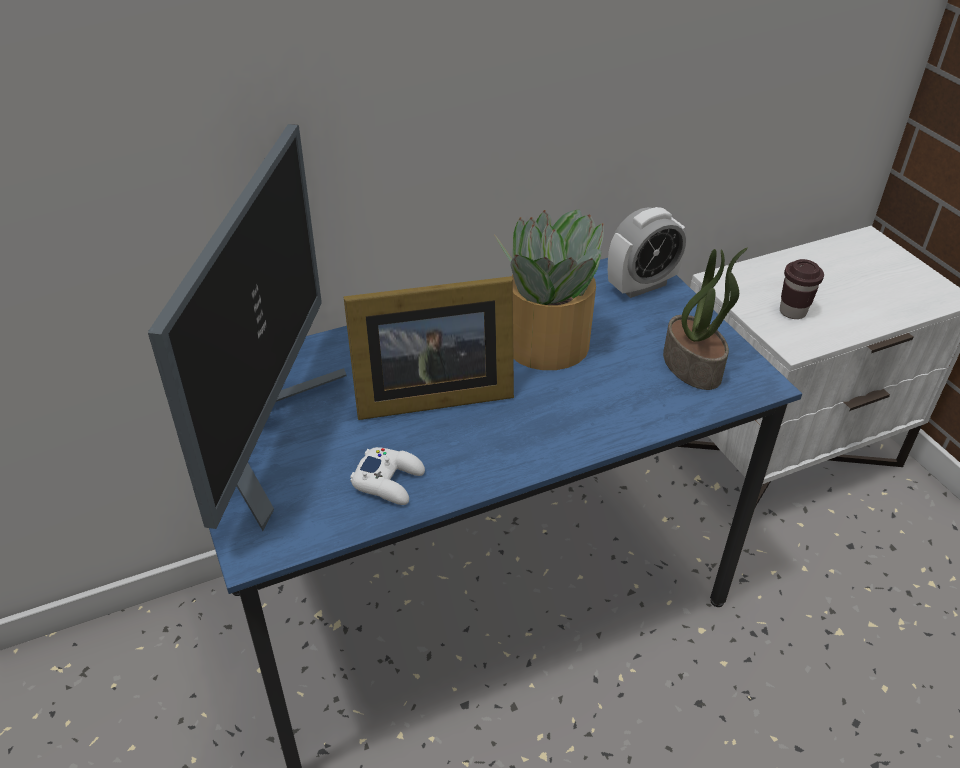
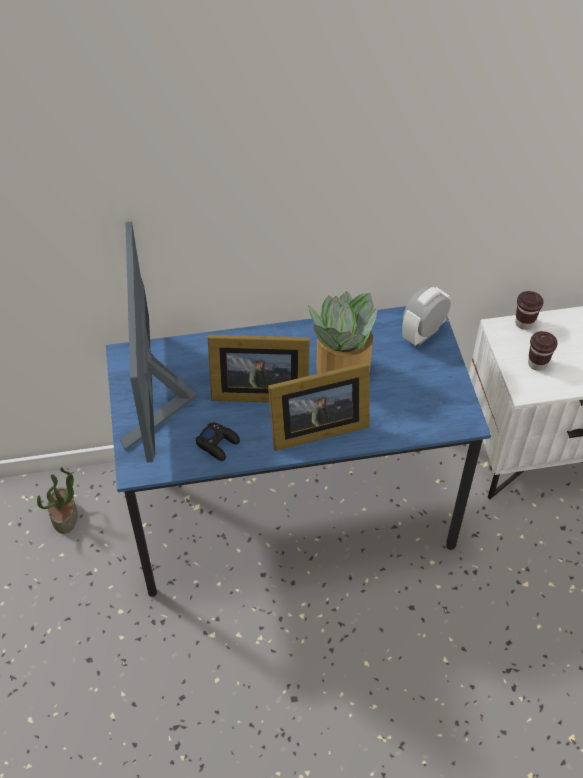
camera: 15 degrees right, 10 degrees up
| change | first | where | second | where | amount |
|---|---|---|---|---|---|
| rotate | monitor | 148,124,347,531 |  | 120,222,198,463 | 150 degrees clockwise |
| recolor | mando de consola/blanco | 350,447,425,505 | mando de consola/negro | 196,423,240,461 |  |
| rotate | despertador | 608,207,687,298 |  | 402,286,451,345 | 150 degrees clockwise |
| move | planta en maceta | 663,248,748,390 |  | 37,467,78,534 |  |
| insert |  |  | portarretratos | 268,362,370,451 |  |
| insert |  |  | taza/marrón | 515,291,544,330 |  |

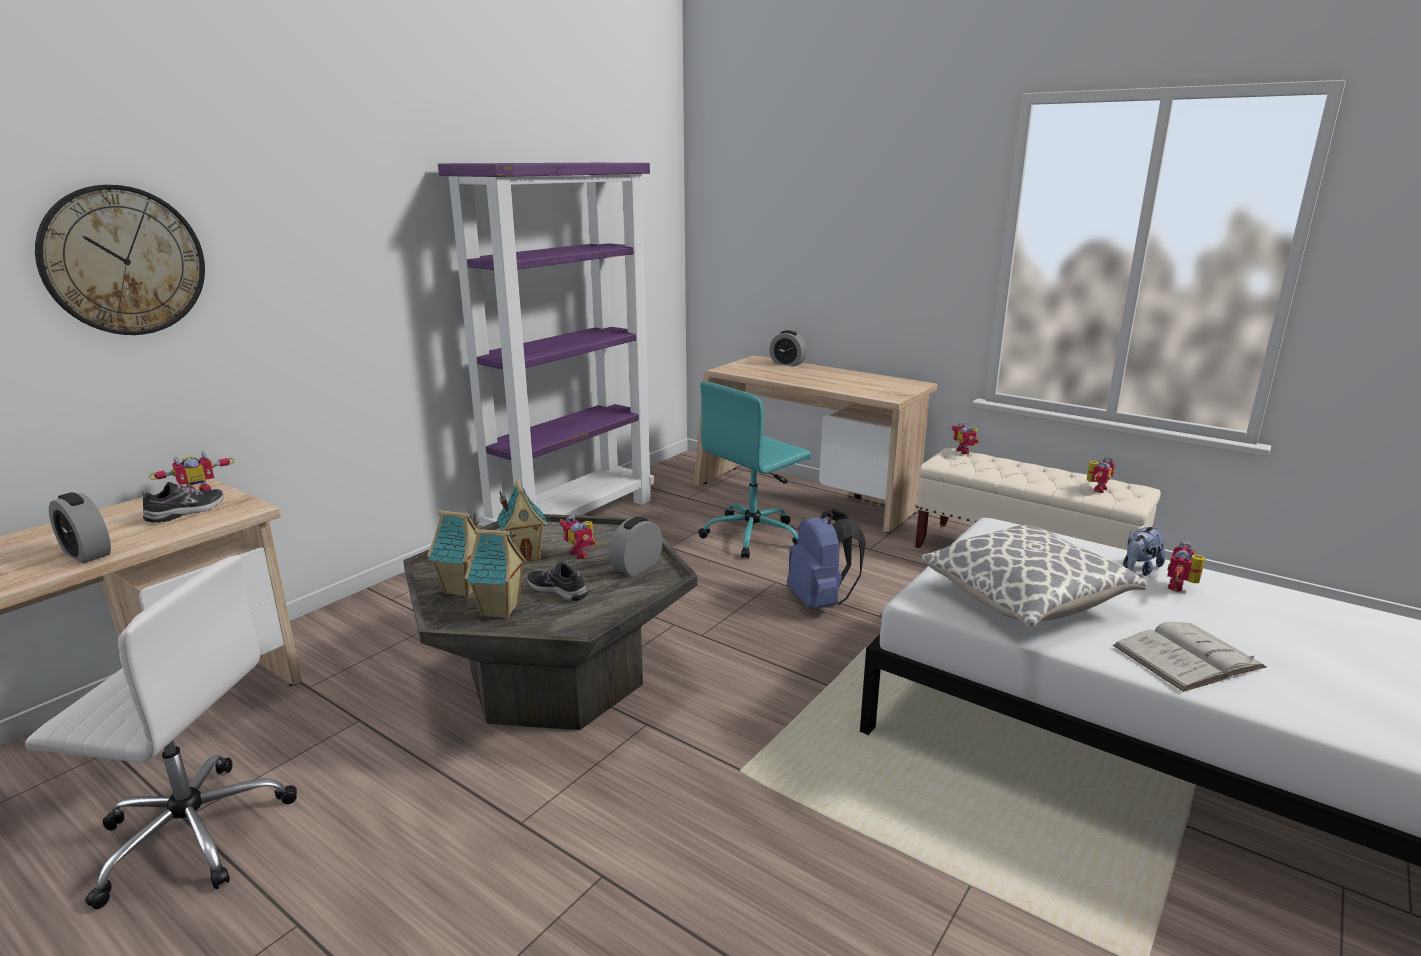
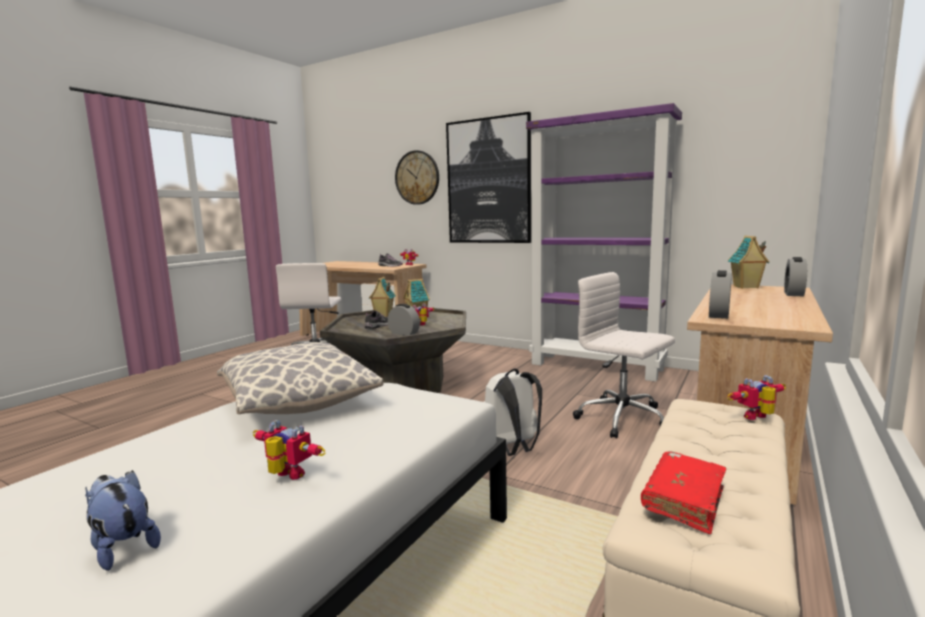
camera: 85 degrees right, 10 degrees down
| change | first | where | second | where | amount |
|---|---|---|---|---|---|
| move | despertador | 49,492,111,563 |  | 709,270,732,319 |  |
| move | casita | 465,529,526,619 |  | 728,235,769,289 |  |
| recolor | silla de oficina/turquesa | 698,382,811,558 | silla de oficina/blanco | 573,272,675,439 |  |
| recolor | mochila/azul | 787,509,866,609 | mochila/blanco | 484,368,542,456 |  |
| replace | robot de juguete | 1087,456,1115,493 | libro/rojo | 641,451,726,534 |  |
| delete | libro/blanco | 1113,622,1267,692 |  |  |  |
| move | peluche | 1123,527,1165,576 |  | 85,470,161,571 |  |
| insert |  |  | cuadro | 446,112,531,243 |  |

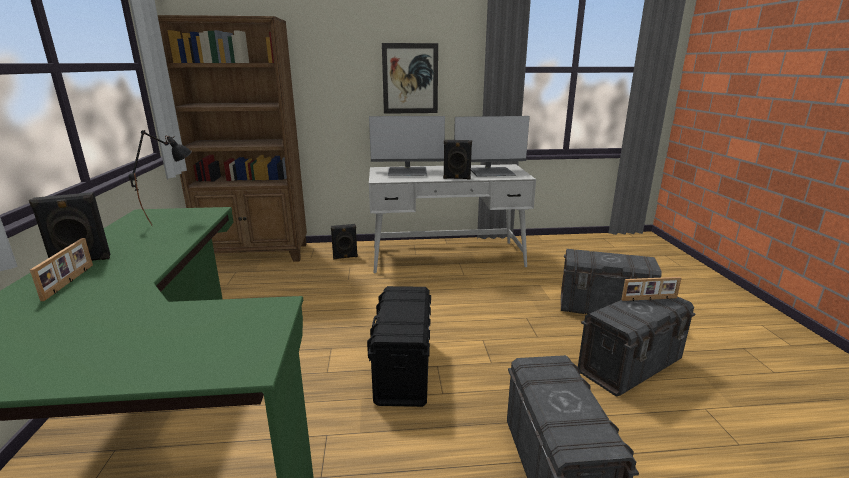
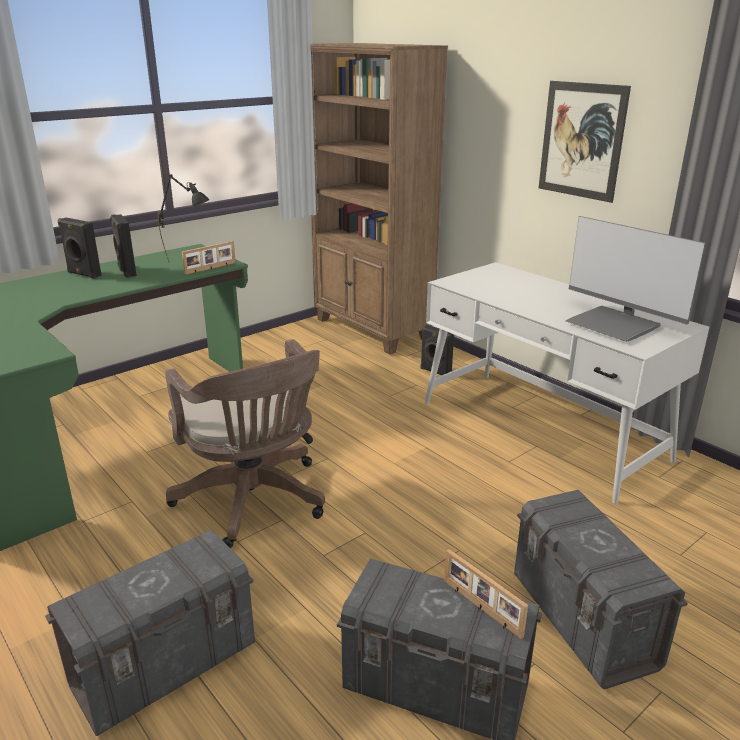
camera: 55 degrees right, 5 degrees up
| change | first | where | second | where | amount |
|---|---|---|---|---|---|
| move | portarretratos | 30,238,93,301 |  | 182,241,236,275 |  |
| replace | caja de almacenaje/negro | 367,286,431,407 | silla de oficina/marrón | 165,339,325,548 |  |
| delete | monitor | 369,116,445,176 |  |  |  |
| move | altavoz/negro | 443,140,472,179 |  | 110,214,137,278 |  |

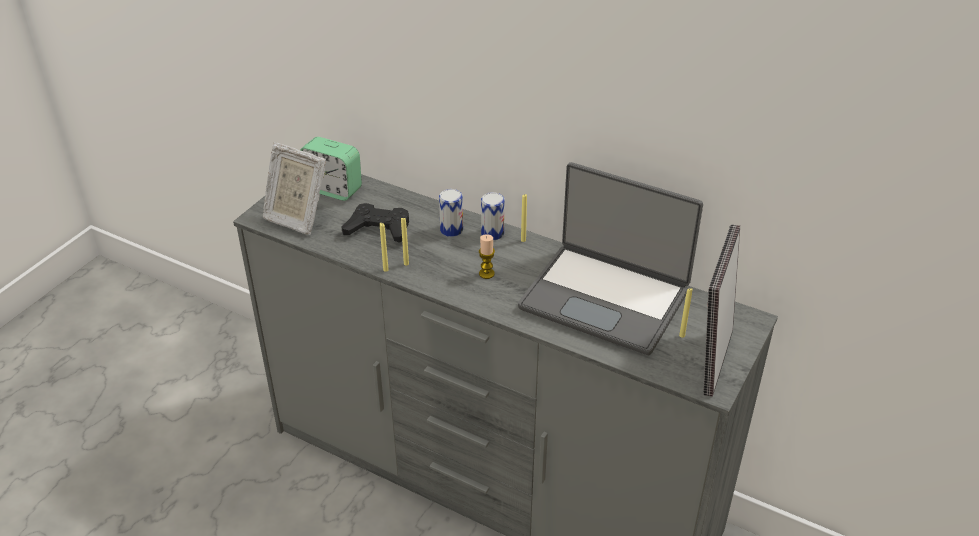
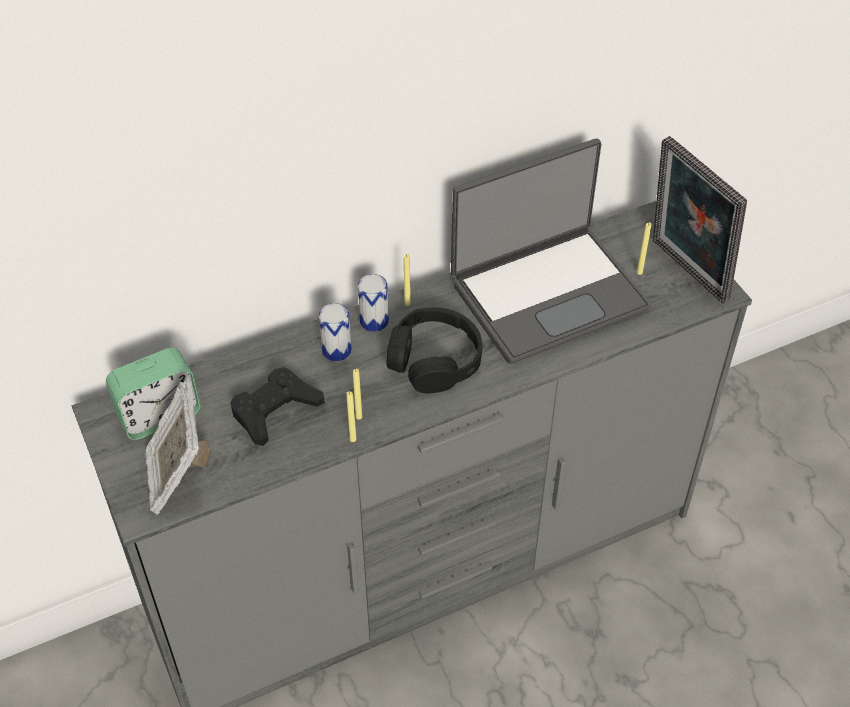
camera: 55 degrees left, 10 degrees up
| change | first | where | second | where | amount |
|---|---|---|---|---|---|
| rotate | portarretratos | 262,142,326,235 |  | 145,378,211,514 | 105 degrees clockwise |
| replace | vela | 479,234,495,279 | auriculares/negro | 386,307,482,393 |  |

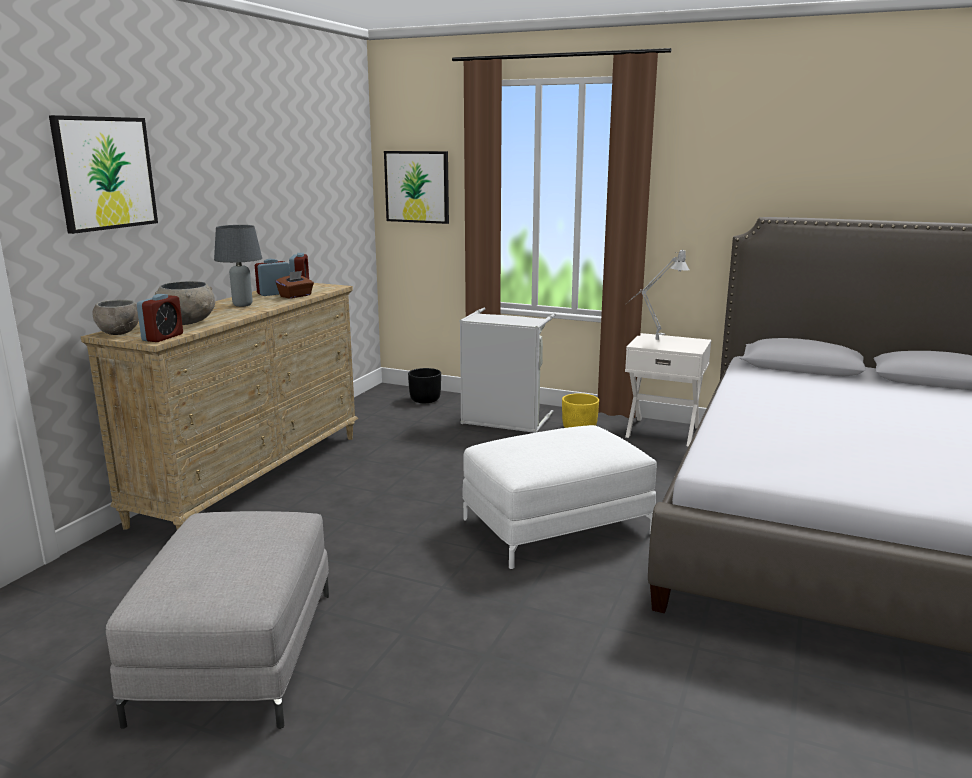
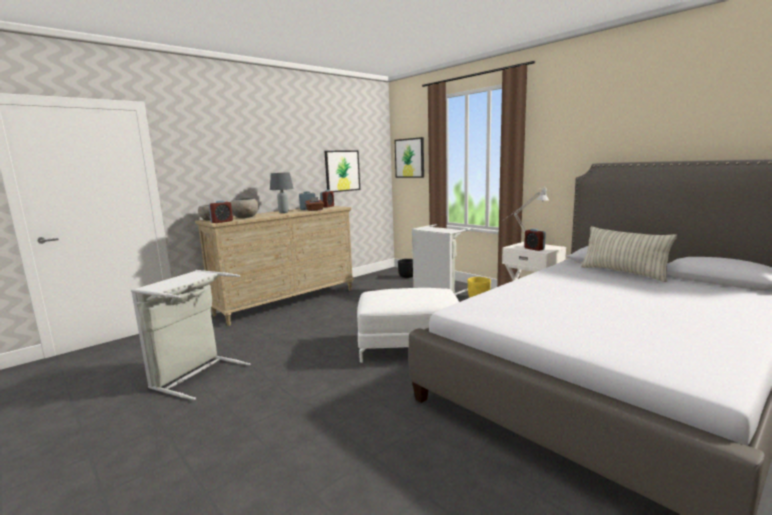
camera: 25 degrees right, 5 degrees down
| change | first | where | second | where | amount |
|---|---|---|---|---|---|
| move | cuadro | 49,115,158,234 |  | 324,150,360,192 |  |
| replace | puf/gris | 106,511,329,729 | cesto de la ropa/gris | 131,270,251,400 |  |
| insert |  |  | despertador | 524,229,546,251 |  |
| insert |  |  | cojín | 581,226,677,282 |  |

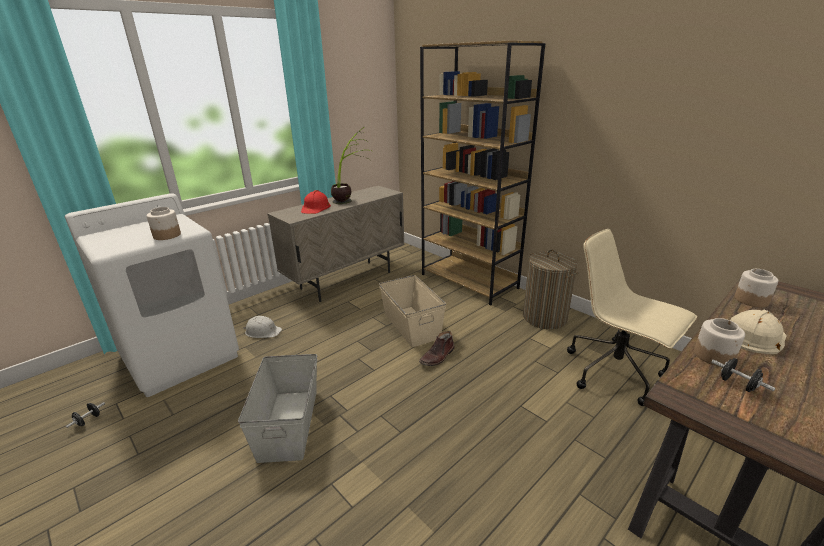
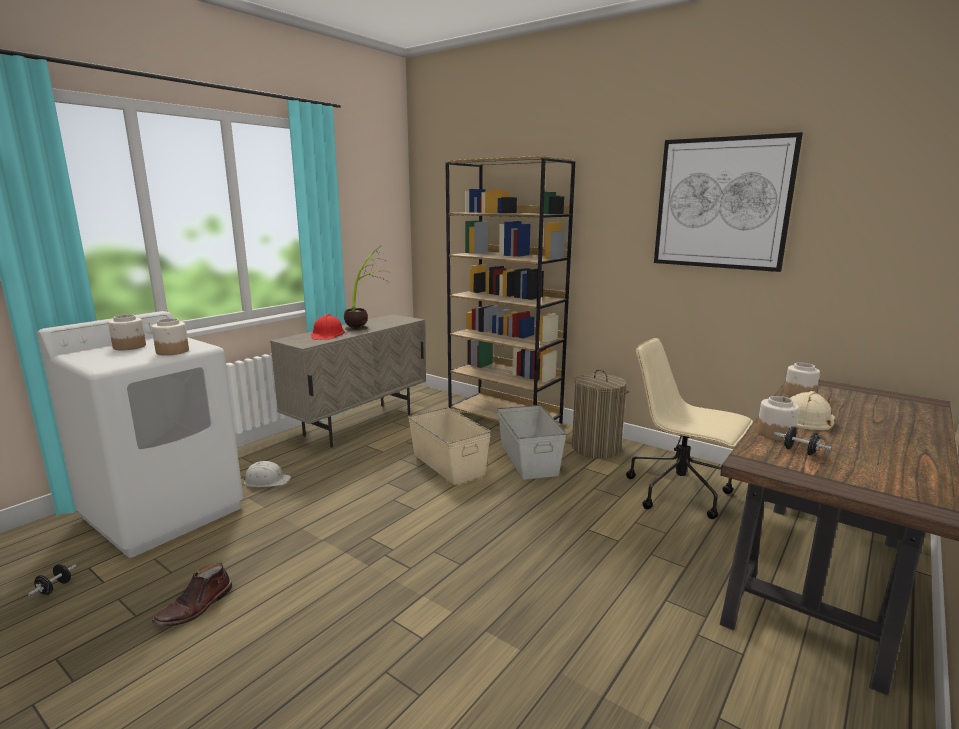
camera: 10 degrees left, 10 degrees down
| change | first | where | second | where | amount |
|---|---|---|---|---|---|
| move | caja de almacenaje/gris | 238,354,317,463 |  | 497,405,567,480 |  |
| move | bota/marrón | 419,331,455,366 |  | 152,562,232,626 |  |
| insert |  |  | tarro | 108,314,146,350 |  |
| insert |  |  | cuadro | 654,132,803,272 |  |

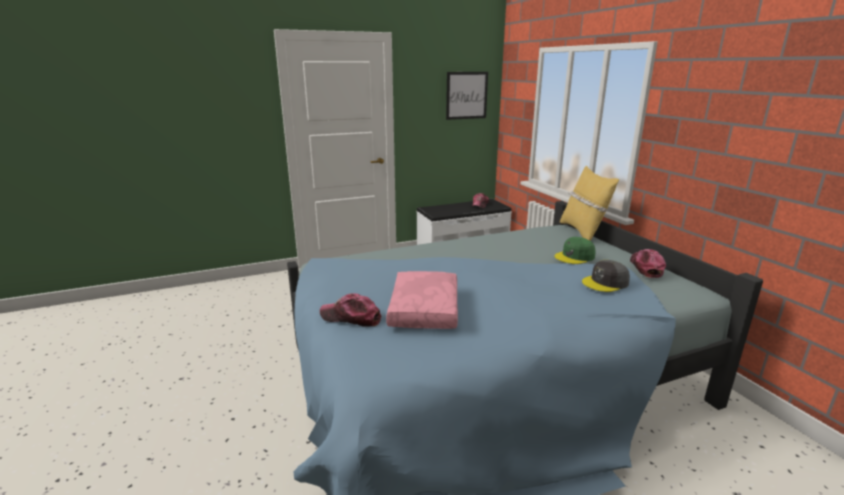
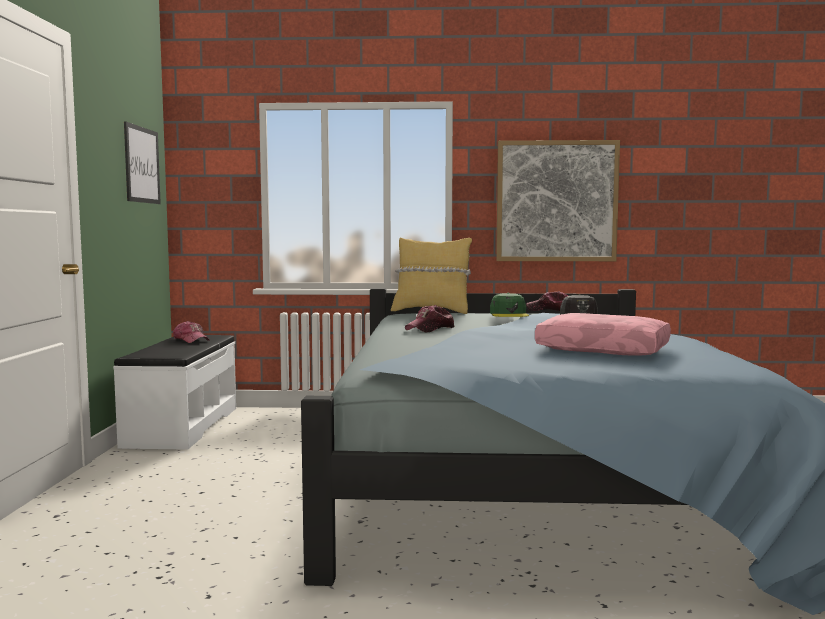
camera: 65 degrees left, 15 degrees down
| change | first | where | second | where | amount |
|---|---|---|---|---|---|
| move | gorra | 320,293,381,327 |  | 405,305,454,332 |  |
| insert |  |  | cuadro | 496,140,620,261 |  |

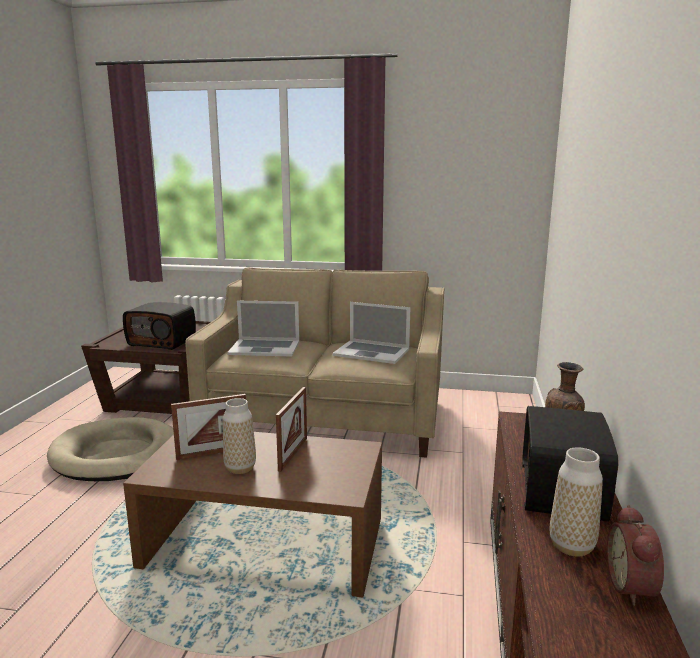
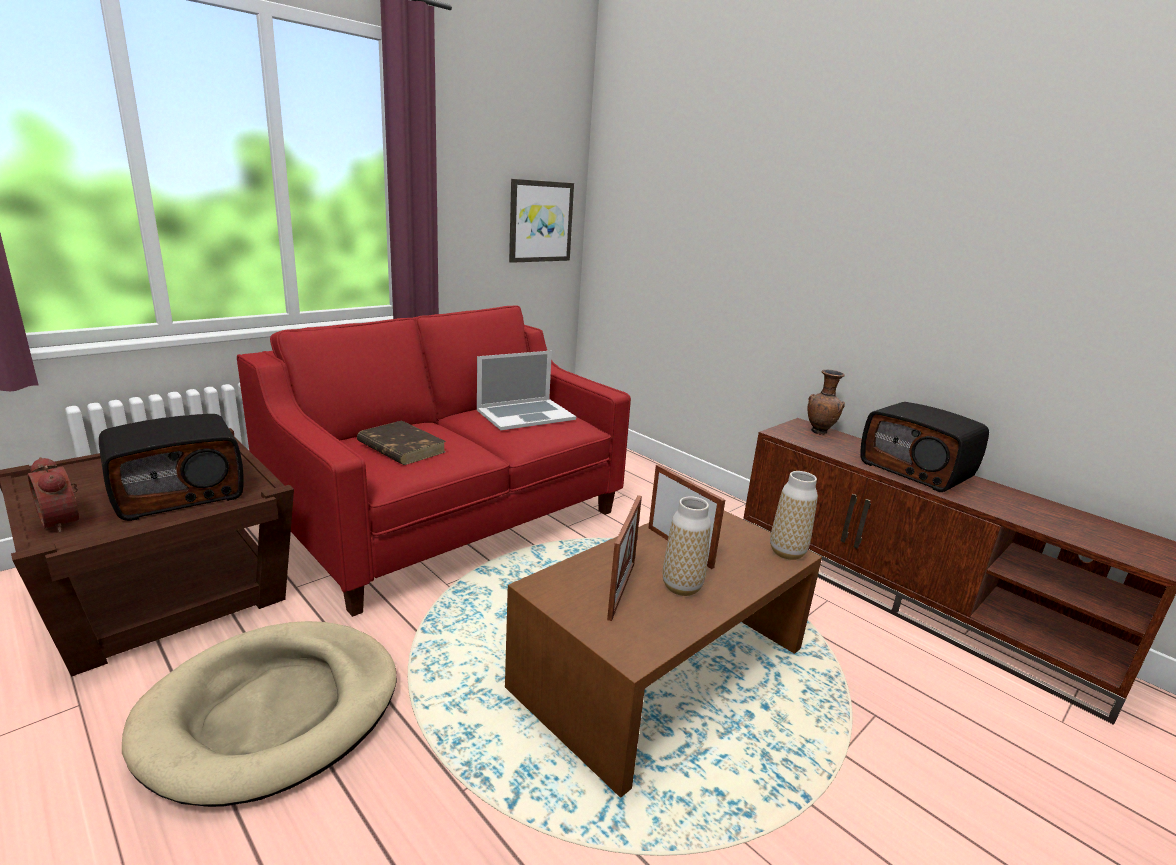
camera: 55 degrees left, 5 degrees up
| change | first | where | second | where | amount |
|---|---|---|---|---|---|
| recolor | sofá/beis | 185,267,445,458 | sofá/rojo | 237,305,631,617 |  |
| replace | portátil | 227,301,299,357 | libro/marrón | 357,420,446,465 |  |
| move | florero | 550,447,603,556 |  | 770,471,818,560 |  |
| move | despertador | 607,505,664,606 |  | 28,457,79,532 |  |
| insert |  |  | cuadro | 509,179,574,263 |  |

